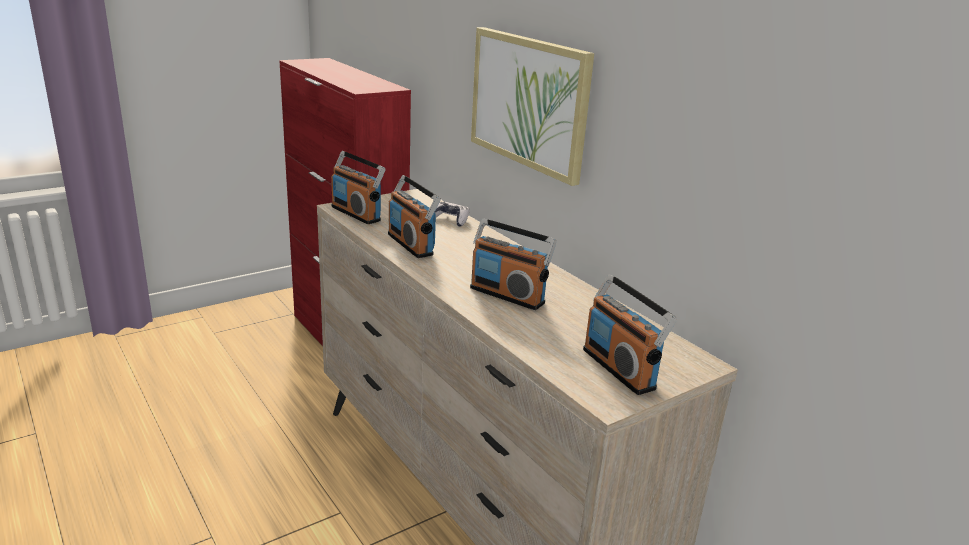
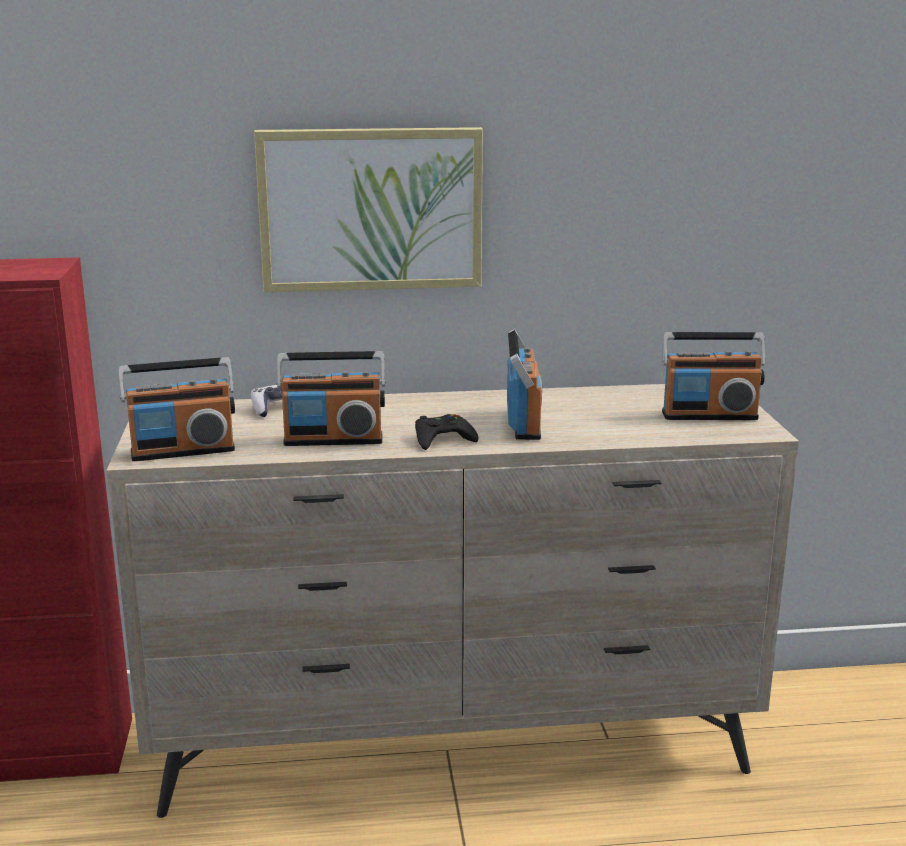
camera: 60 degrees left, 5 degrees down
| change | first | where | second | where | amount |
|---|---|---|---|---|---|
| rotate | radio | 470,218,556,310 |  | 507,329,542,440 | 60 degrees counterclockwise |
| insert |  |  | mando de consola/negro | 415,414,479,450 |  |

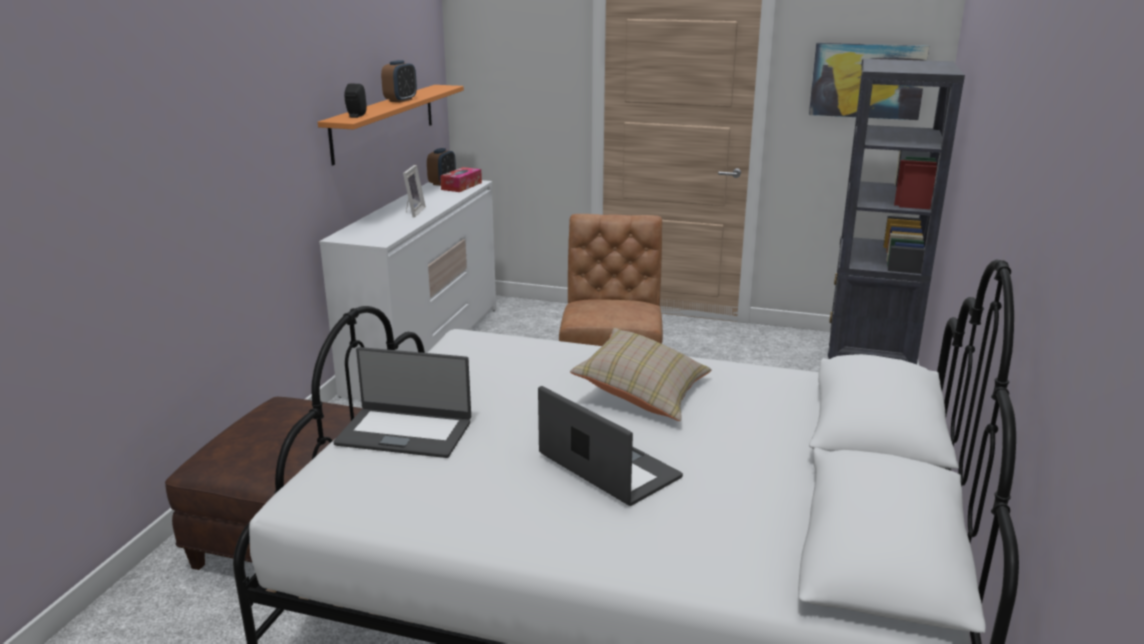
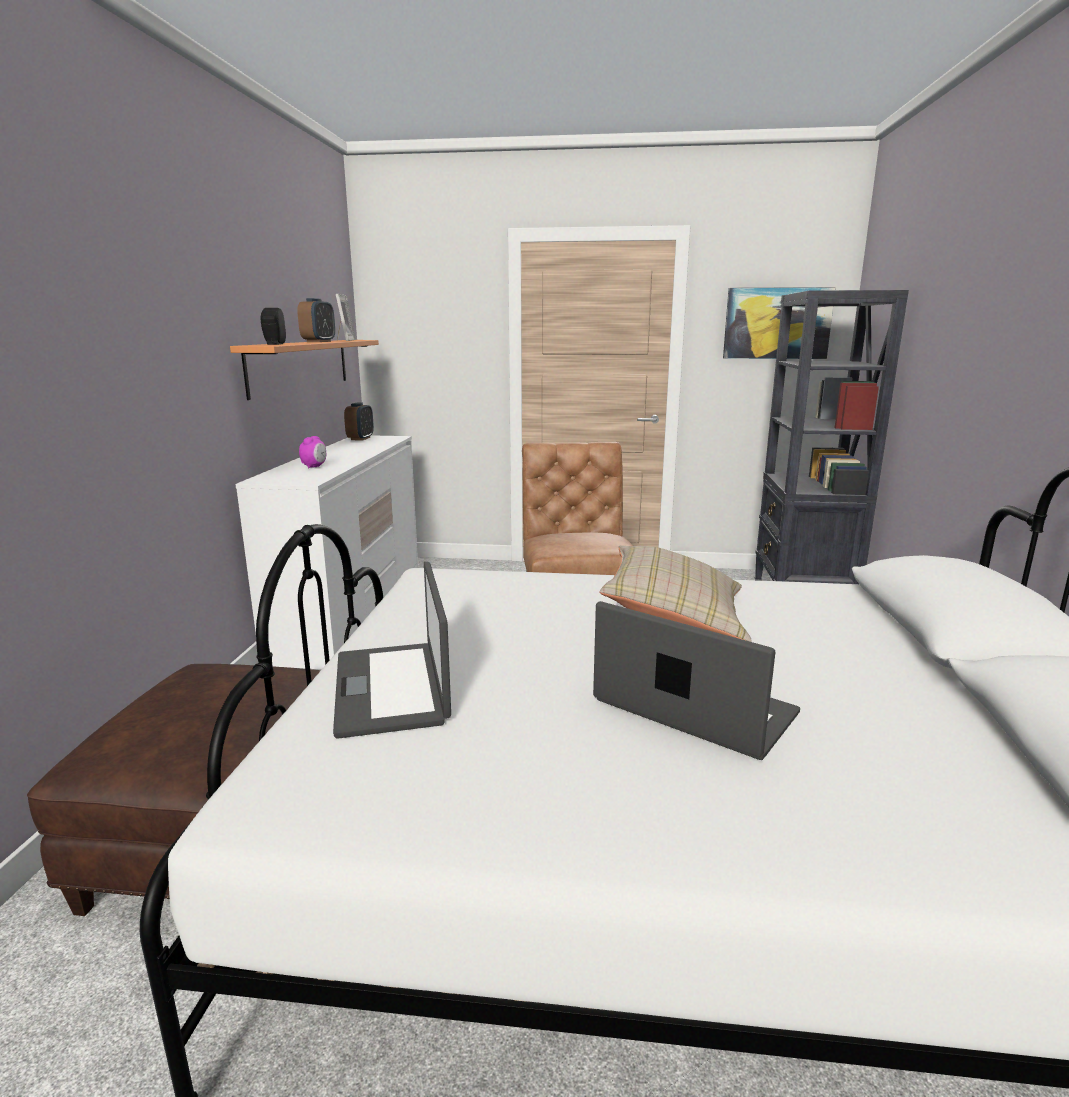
camera: 10 degrees left, 5 degrees down
| change | first | where | second | where | amount |
|---|---|---|---|---|---|
| rotate | portátil | 333,347,471,458 |  | 333,562,451,739 | 75 degrees clockwise |
| move | portarretratos | 403,165,426,217 |  | 336,294,356,341 |  |
| delete | caja de pañuelos | 440,167,482,192 |  |  |  |
| insert |  |  | despertador | 299,436,326,468 |  |

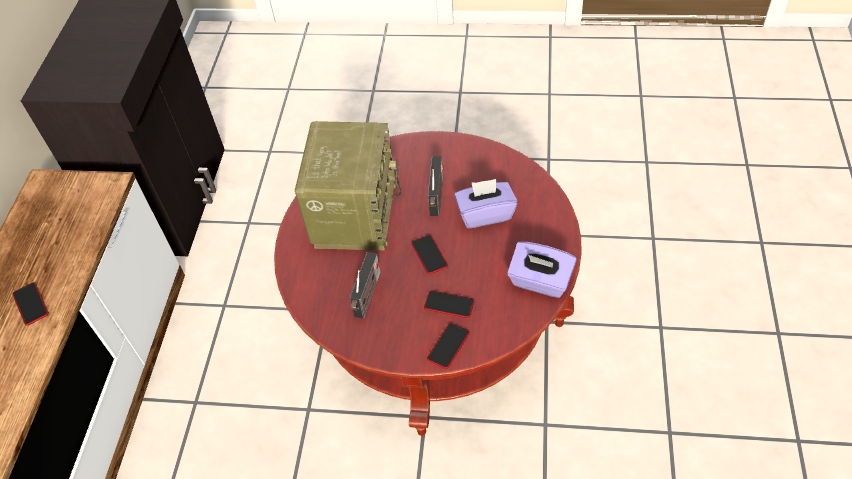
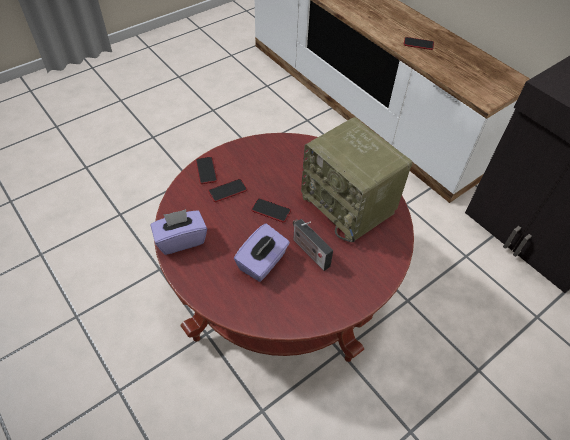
camera: 130 degrees right, 0 degrees up
| change | first | where | second | where | amount |
|---|---|---|---|---|---|
| delete | radio | 350,252,381,319 |  |  |  |

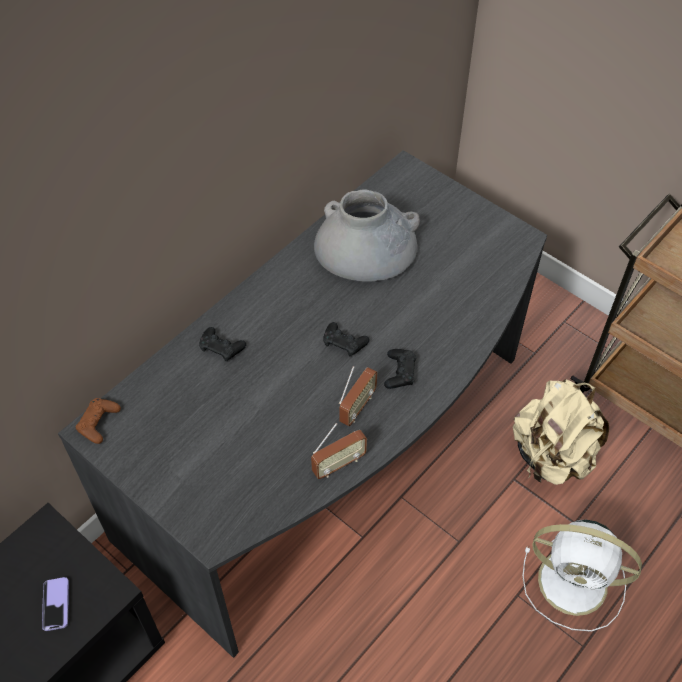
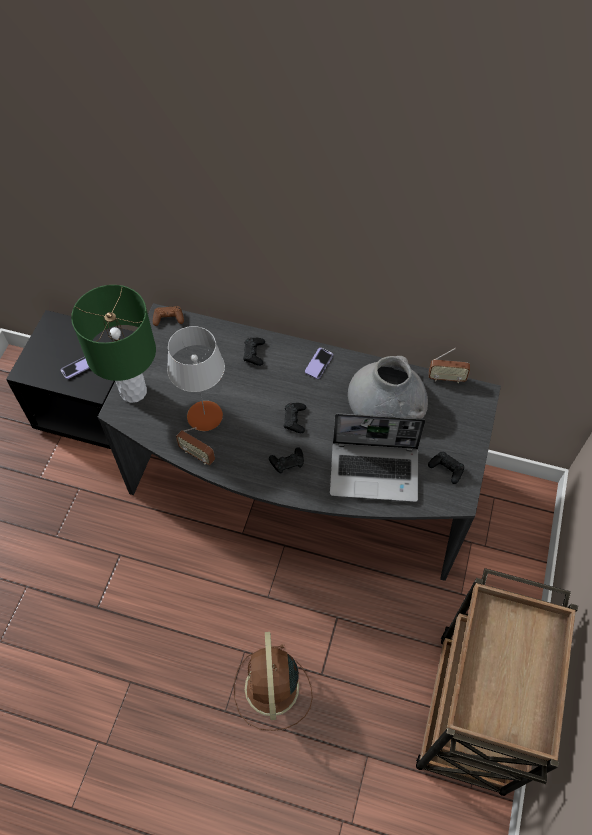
camera: 65 degrees right, 5 degrees up
| change | first | where | second | where | amount |
|---|---|---|---|---|---|
| move | radio | 339,366,377,426 |  | 429,348,470,384 |  |
| delete | mochila/beis | 513,379,609,485 |  |  |  |
| recolor | ventilador/blanco | 522,519,642,632 | ventilador/marrón | 234,632,313,731 |  |
| insert |  |  | lámpara de mesa/verde | 71,285,156,403 |  |
| insert |  |  | lámpara de mesa/gris | 167,326,225,431 |  |
| insert |  |  | móvil | 305,348,333,379 |  |
| insert |  |  | portátil | 330,413,426,502 |  |
| insert |  |  | mando de consola/negro | 428,452,464,484 |  |

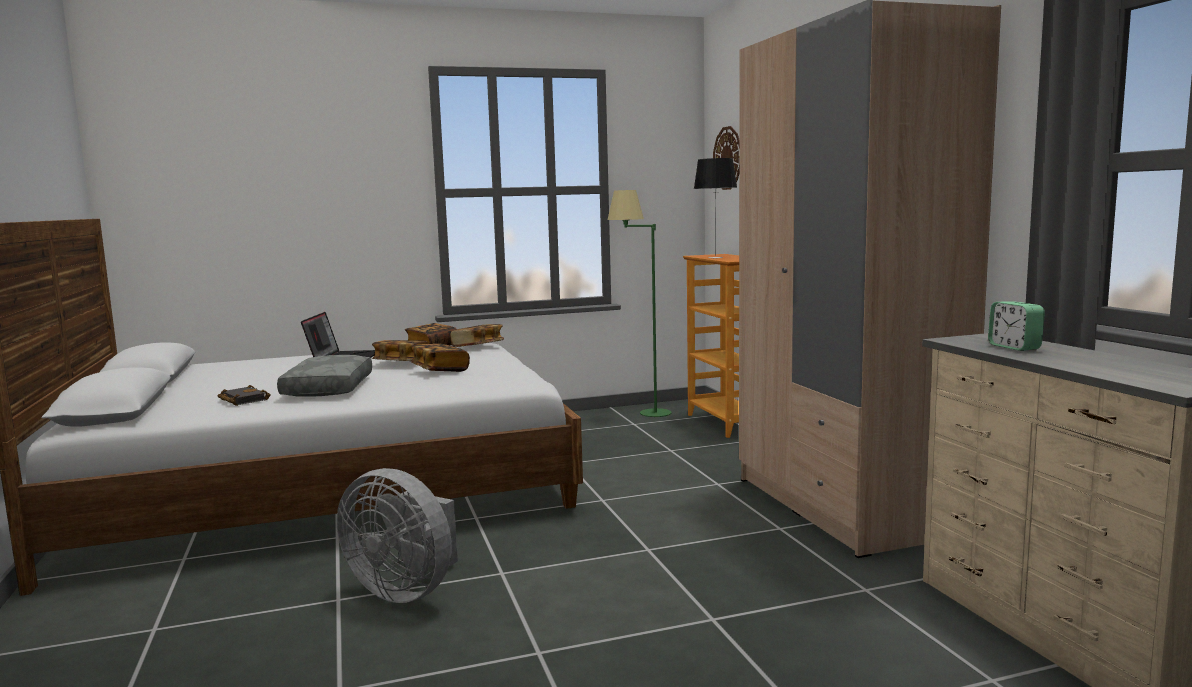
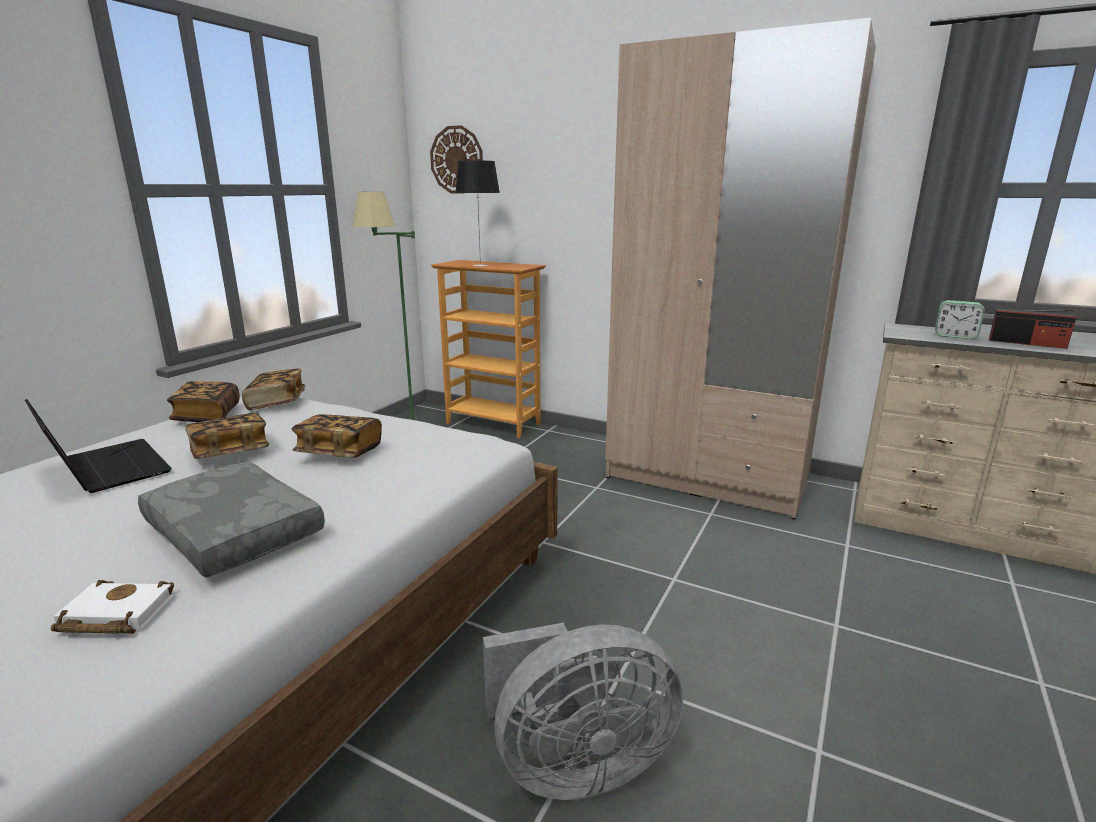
camera: 45 degrees left, 10 degrees up
| change | first | where | second | where | amount |
|---|---|---|---|---|---|
| recolor | libro/negro | 218,385,271,406 | libro/blanco | 51,580,174,634 |  |
| insert |  |  | radio | 989,309,1077,349 |  |

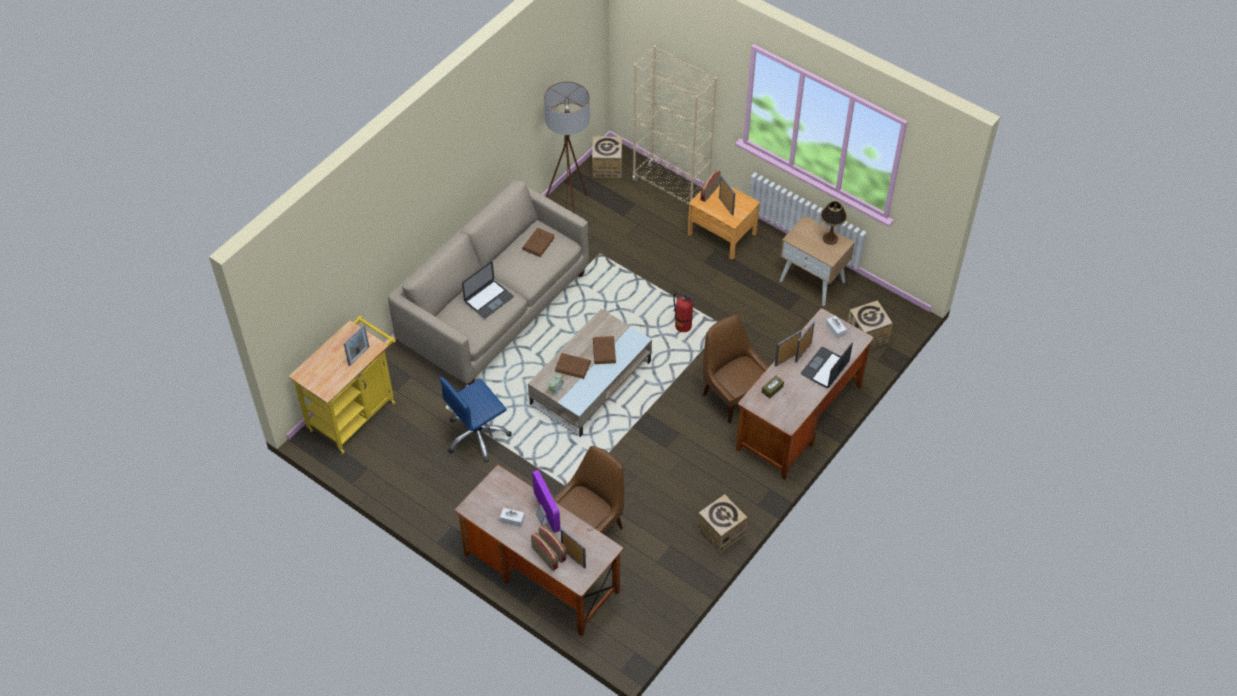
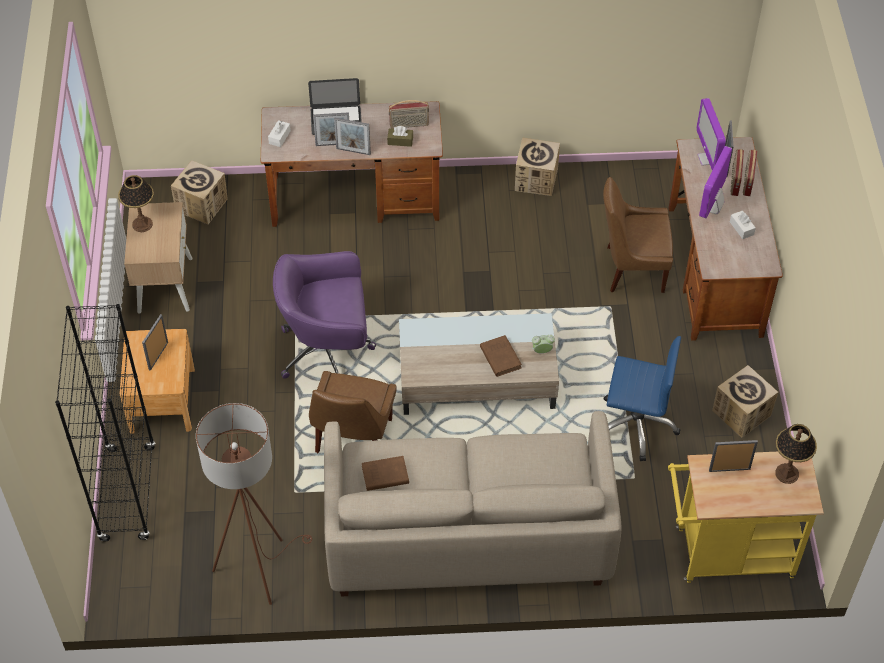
camera: 130 degrees left, 0 degrees up
| change | first | where | second | where | amount |
|---|---|---|---|---|---|
| delete | portátil | 462,261,514,318 |  |  |  |
| move | caja de cartón | 592,136,622,178 |  | 712,365,778,438 |  |
| delete | libro/marrón | 593,336,616,364 |  |  |  |
| recolor | estantería/beis | 632,45,717,203 | estantería/negro | 55,304,156,541 |  |
| replace | extintor | 673,292,696,332 | silla de oficina/morado | 273,251,376,379 |  |
| move | radio | 700,170,721,202 |  | 389,100,429,129 |  |
| move | silla/marrón | 703,315,769,424 |  | 309,371,397,453 |  |
| insert |  |  | monitor | 697,98,726,170 |  |
| insert |  |  | lámpara de mesa | 775,424,817,484 |  |

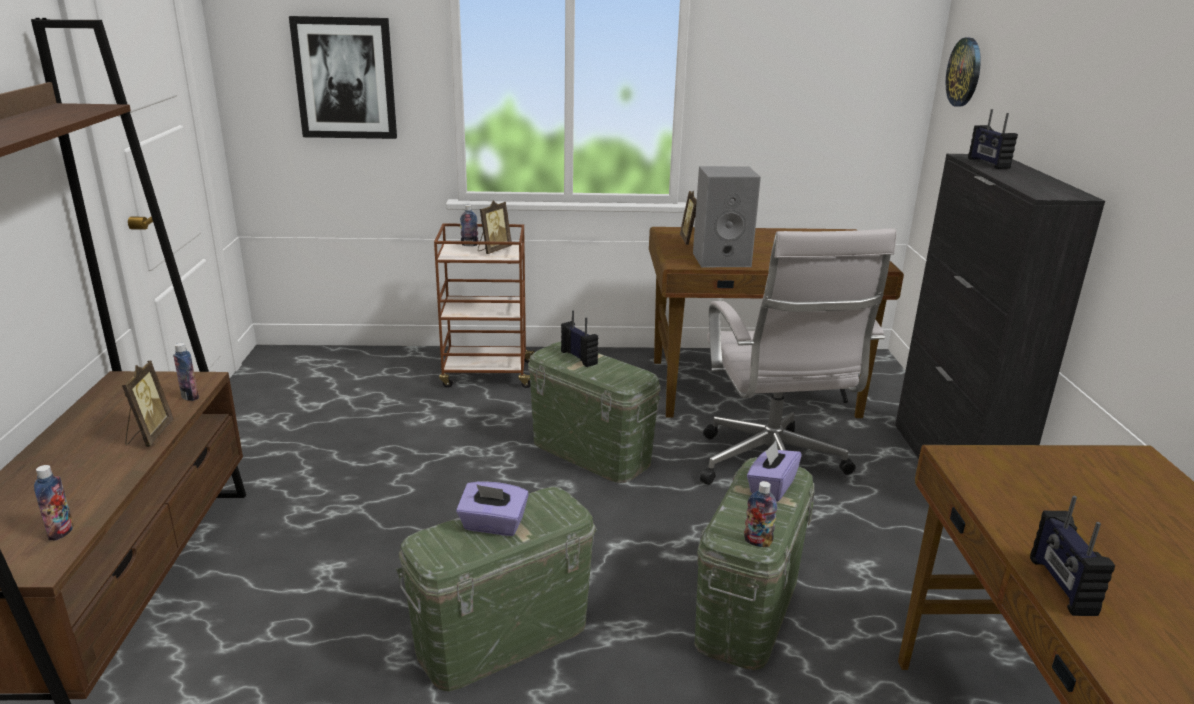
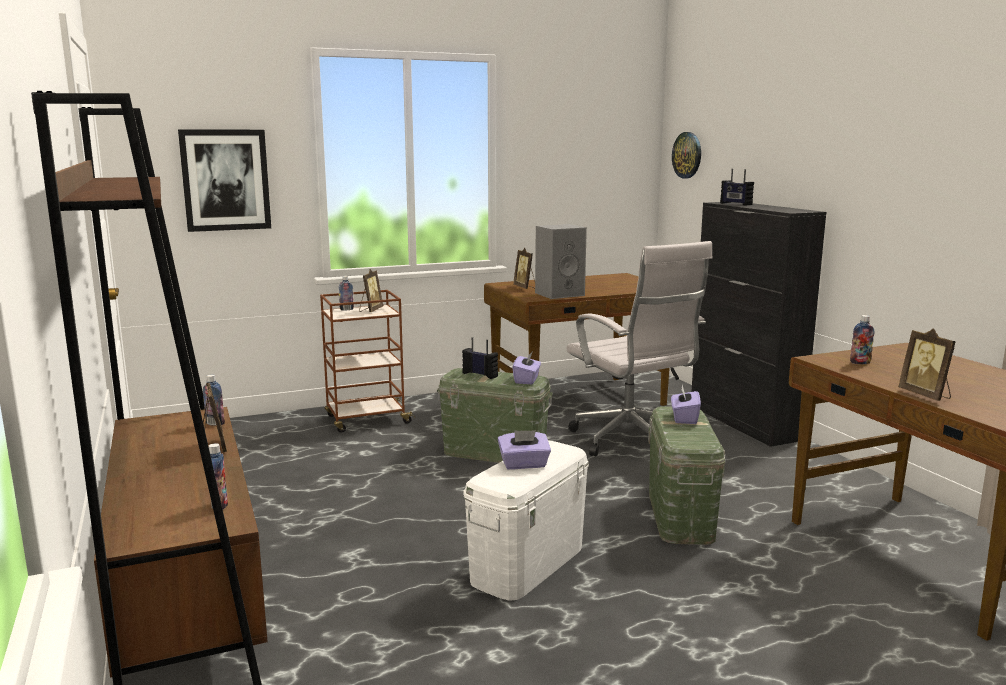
camera: 20 degrees left, 10 degrees down
| change | first | where | second | where | amount |
|---|---|---|---|---|---|
| recolor | caja de almacenaje/verde | 396,487,597,691 | caja de almacenaje/blanco | 463,440,589,601 |  |
| move | botella | 744,481,777,547 |  | 850,315,874,364 |  |
| replace | radio | 1030,496,1115,616 | portarretratos | 898,329,956,401 |  |
| insert |  |  | caja de pañuelos/morado | 512,352,541,384 |  |

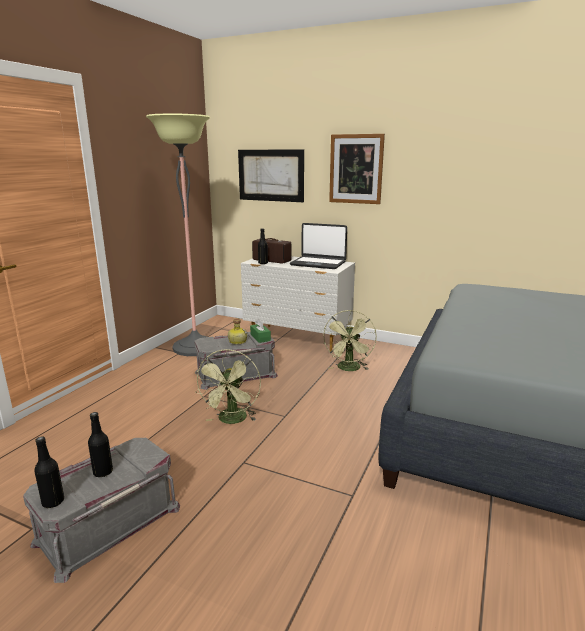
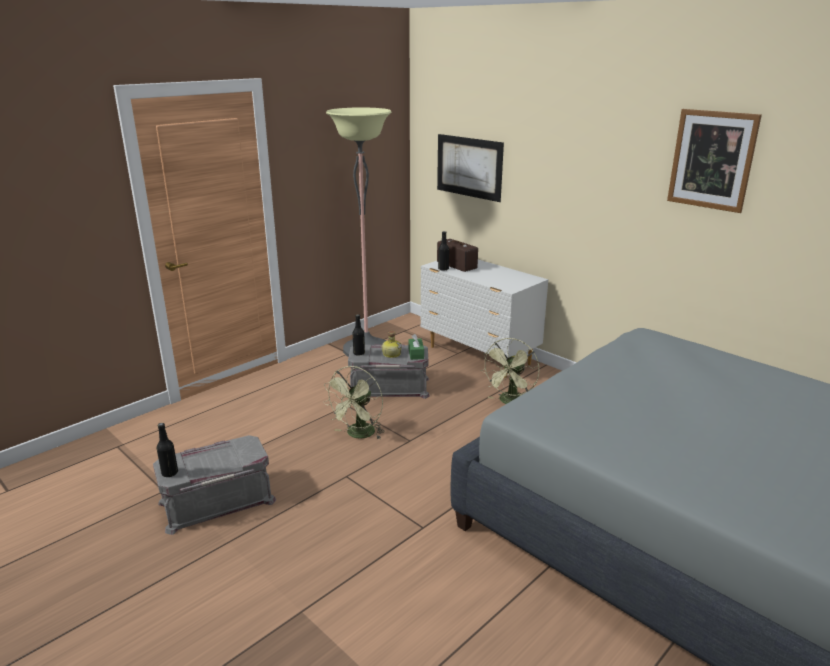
camera: 20 degrees right, 5 degrees up
| change | first | where | second | where | amount |
|---|---|---|---|---|---|
| move | botella/negro | 88,412,113,477 |  | 353,314,365,356 |  |
| delete | portátil | 290,223,347,269 |  |  |  |
| move | cuadro | 329,134,385,204 |  | 667,109,762,213 |  |

